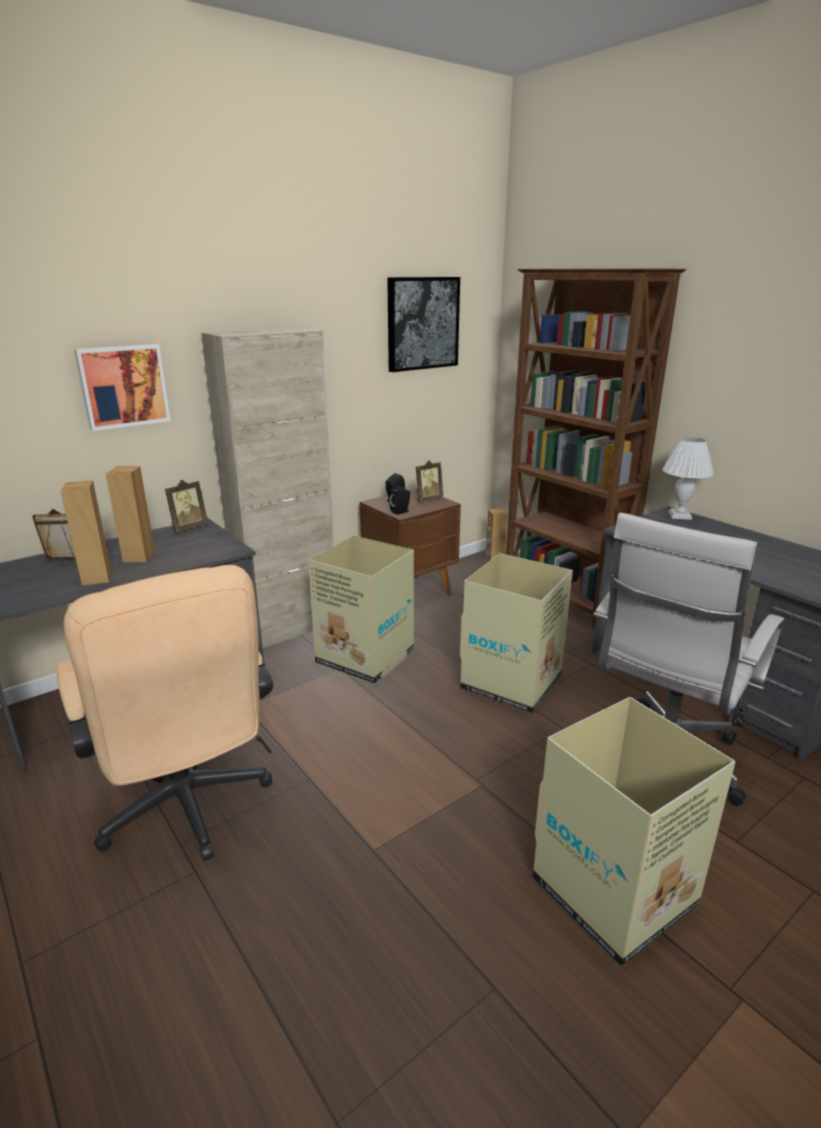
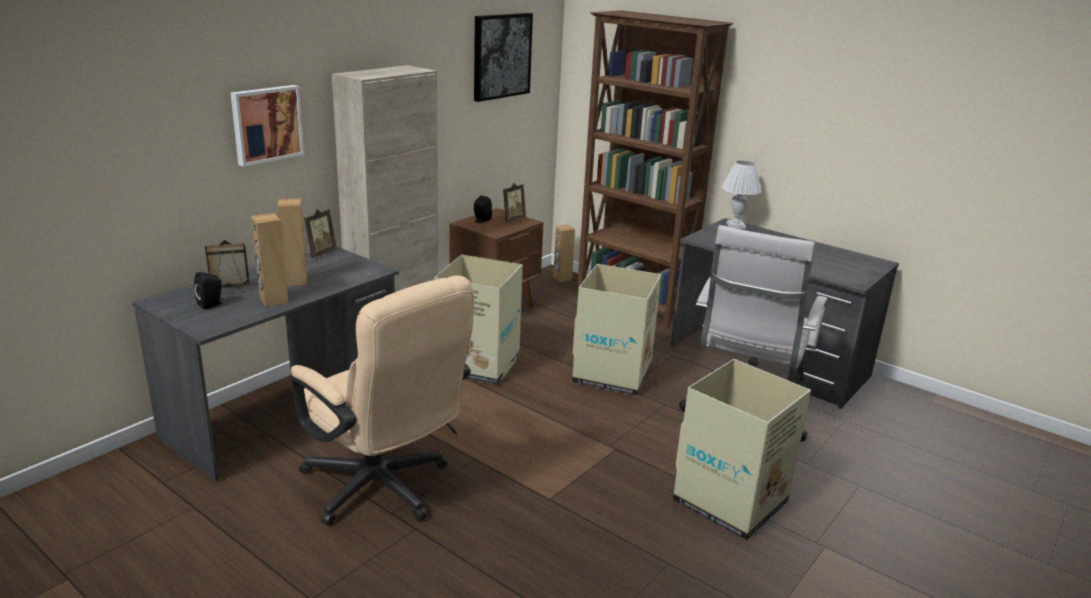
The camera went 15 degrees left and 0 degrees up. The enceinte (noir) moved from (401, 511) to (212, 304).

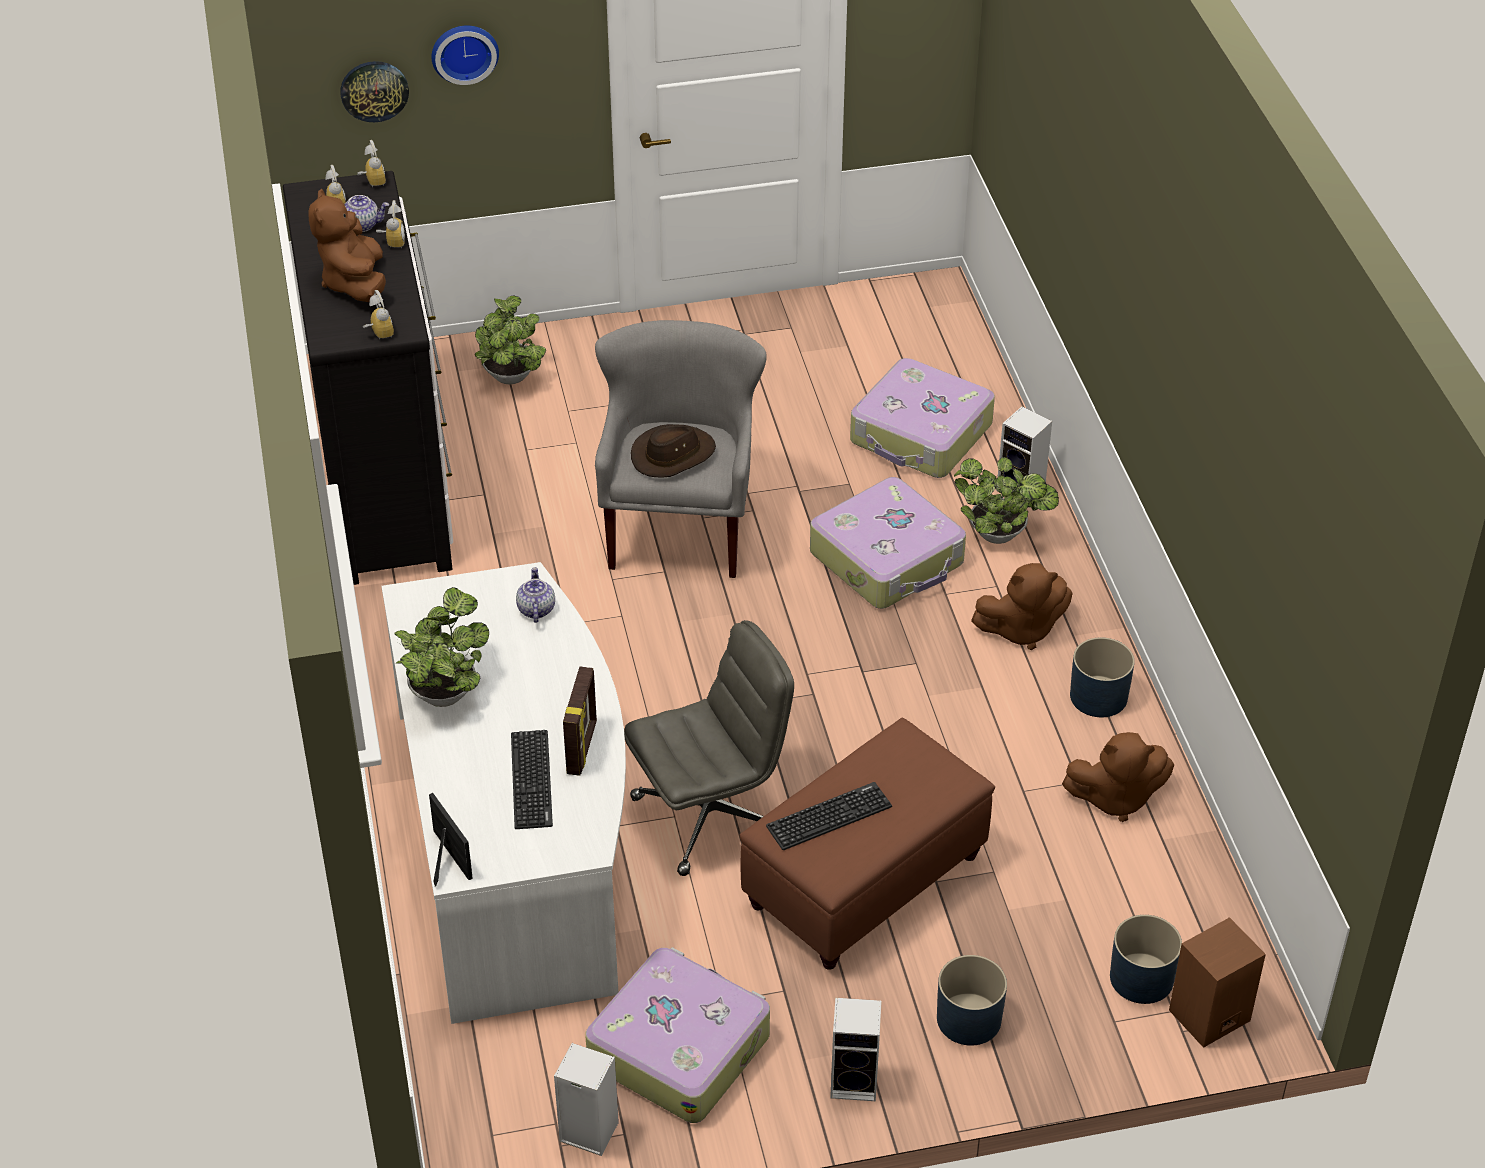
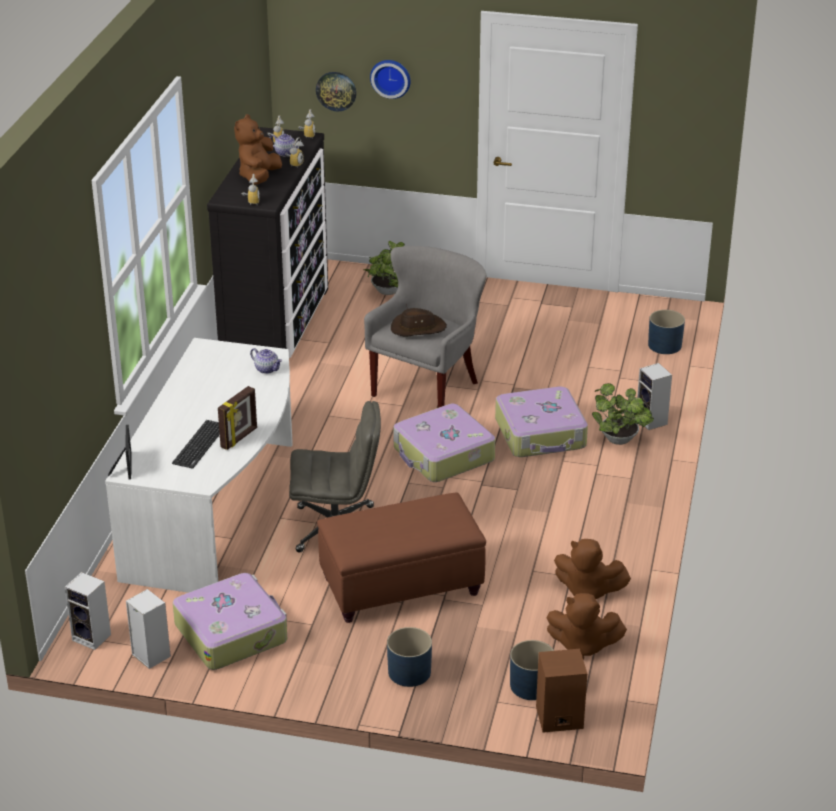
The camera went 25 degrees right and 10 degrees down. The plante en pot at (445, 690) disappeared. The clavier at (829, 817) disappeared. The enceinte moved from (856, 1081) to (93, 637). The valise moved from (921, 435) to (443, 455). The peluche (marron) moved from (1021, 629) to (582, 645). The cache-pot (bleu) moved from (1098, 697) to (664, 345). The théière at (535, 609) turned 105 degrees clockwise.

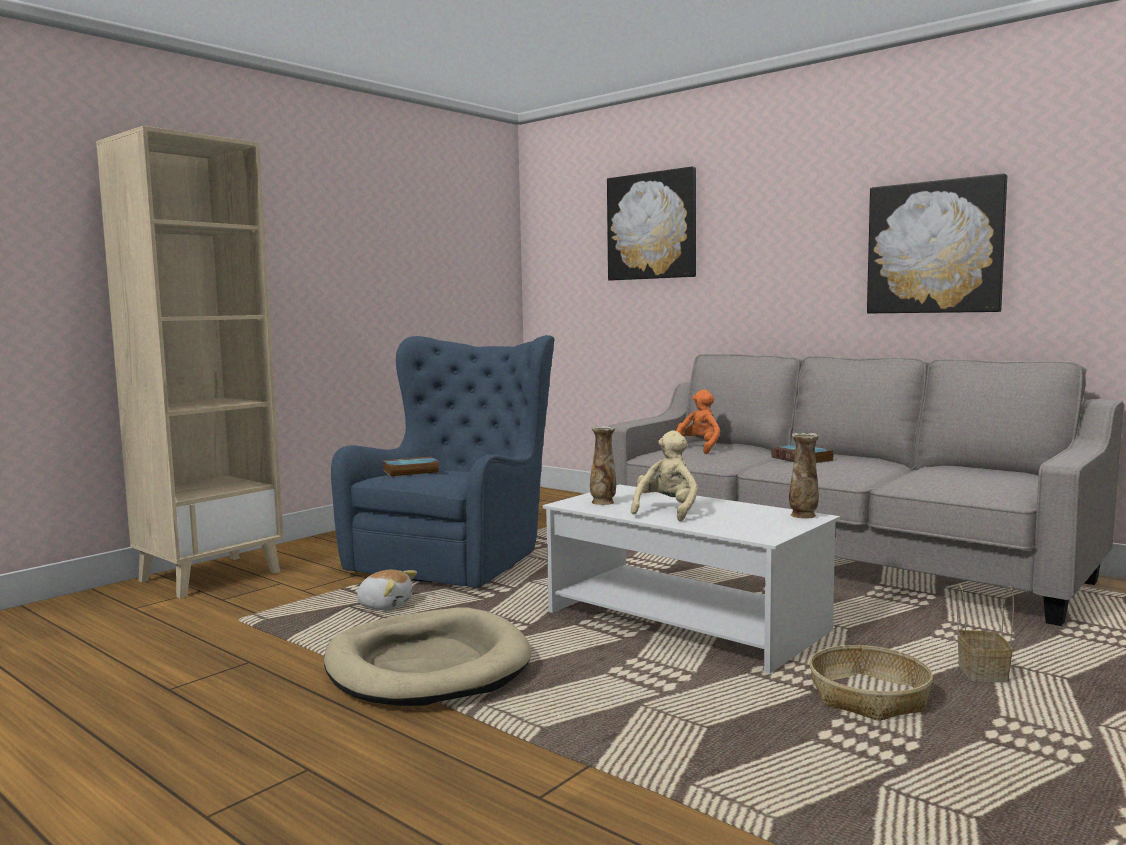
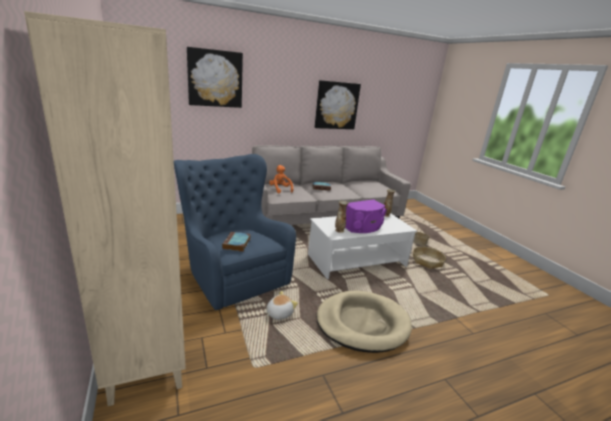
The camera went 65 degrees left and 15 degrees up. The peluche (beige) at (667, 511) was replaced by the enceinte (violet) at (363, 227).

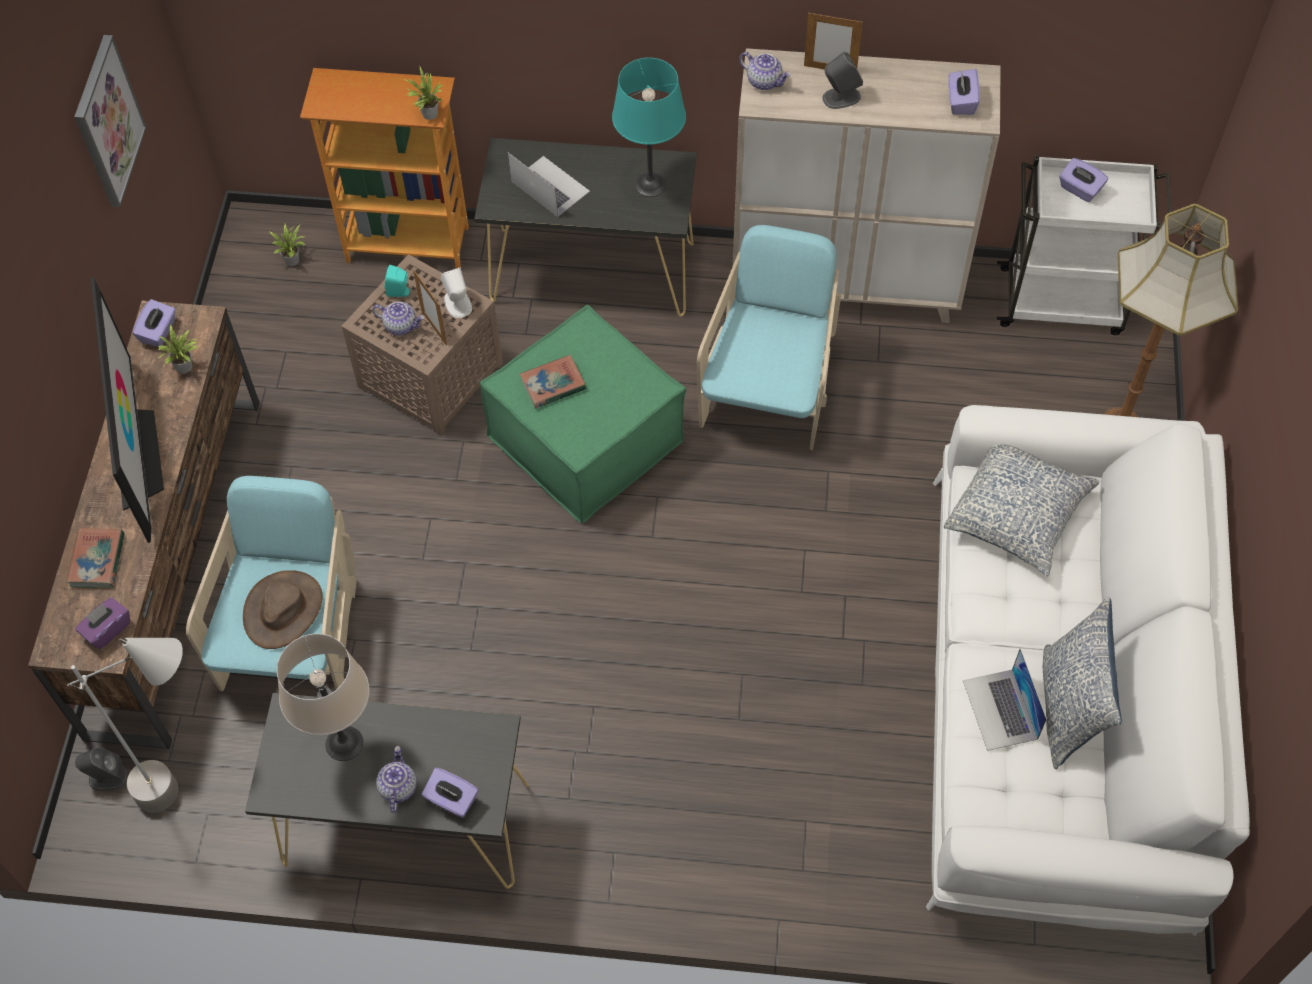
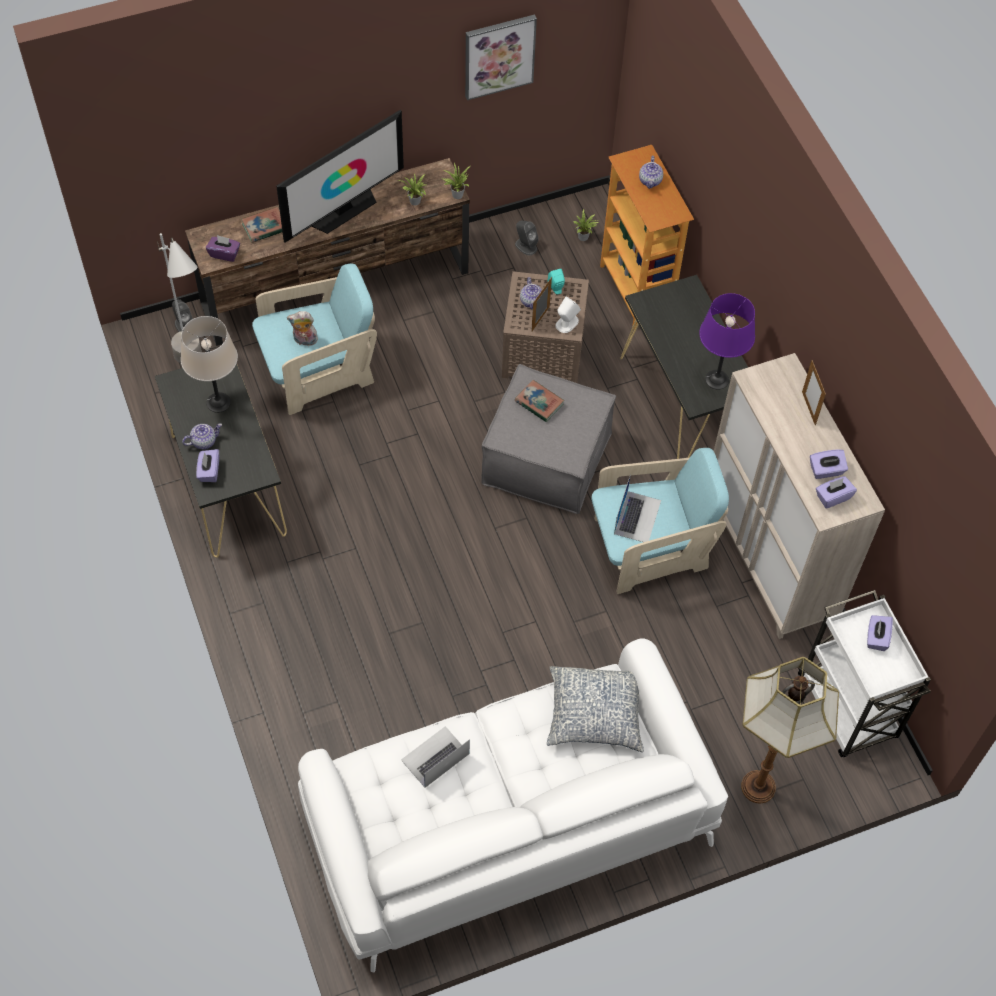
The camera went 60 degrees right and 0 degrees up. The coussin at (1069, 708) disappeared. The boîte à mouchoirs (violet) moved from (159, 332) to (826, 470). The plante en pot moved from (428, 114) to (456, 194). The ordinateur portable moved from (549, 186) to (637, 516). The théière moved from (764, 81) to (650, 181). The enceinte (gris) moved from (840, 97) to (525, 246). The chapeau (marron) at (283, 610) was replaced by the peluche at (304, 341). The pouf (vert) at (585, 439) became the pouf (gris) at (546, 458). The lampe de table (turquoise) at (650, 185) became the lampe de table (violet) at (717, 379).

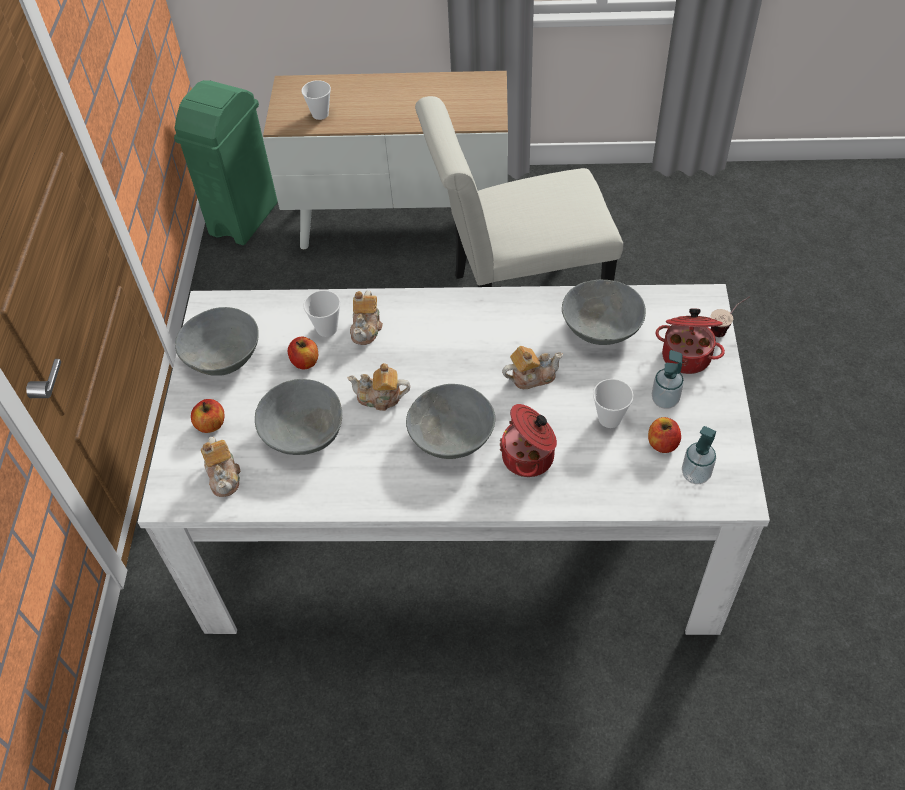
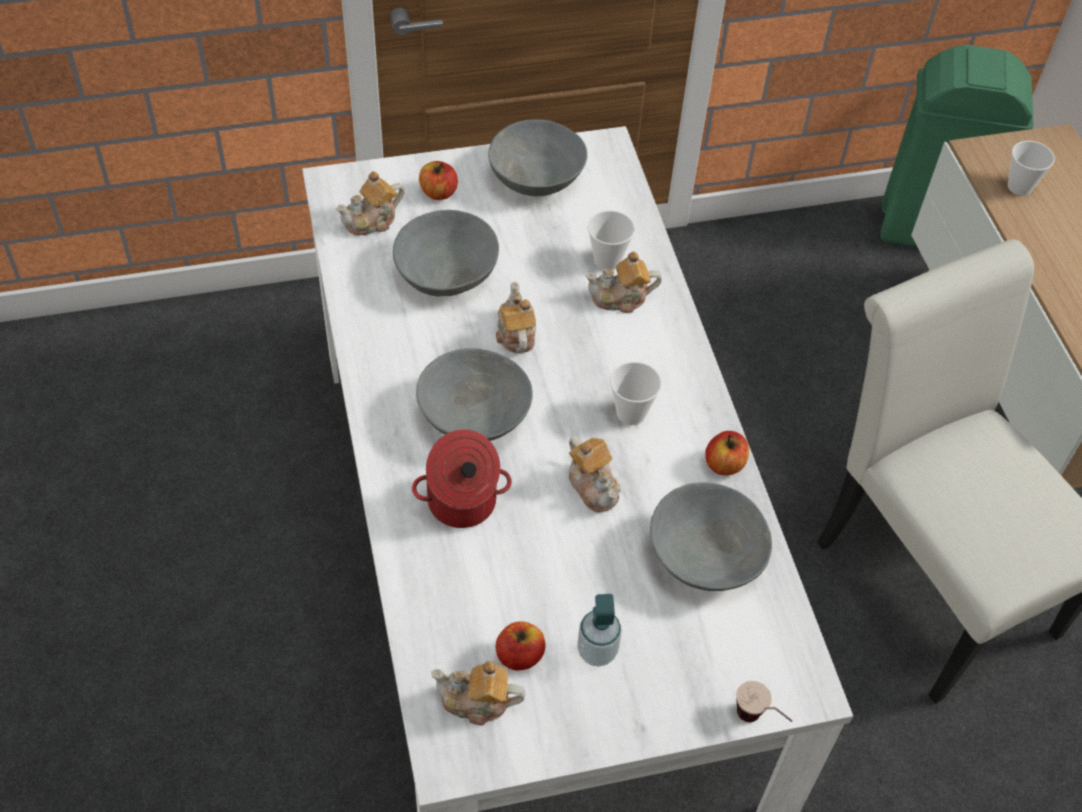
The camera went 70 degrees right and 0 degrees up. The marmite at (687, 355) disappeared. The pomme moved from (305, 361) to (724, 464). The tasse moved from (609, 418) to (631, 413). The distributeur de savon at (695, 474) was replaced by the théière at (476, 702).

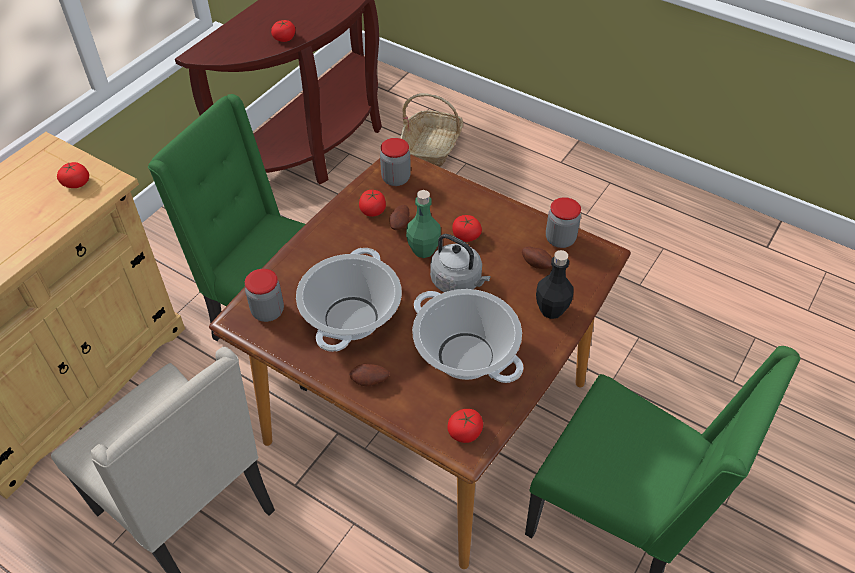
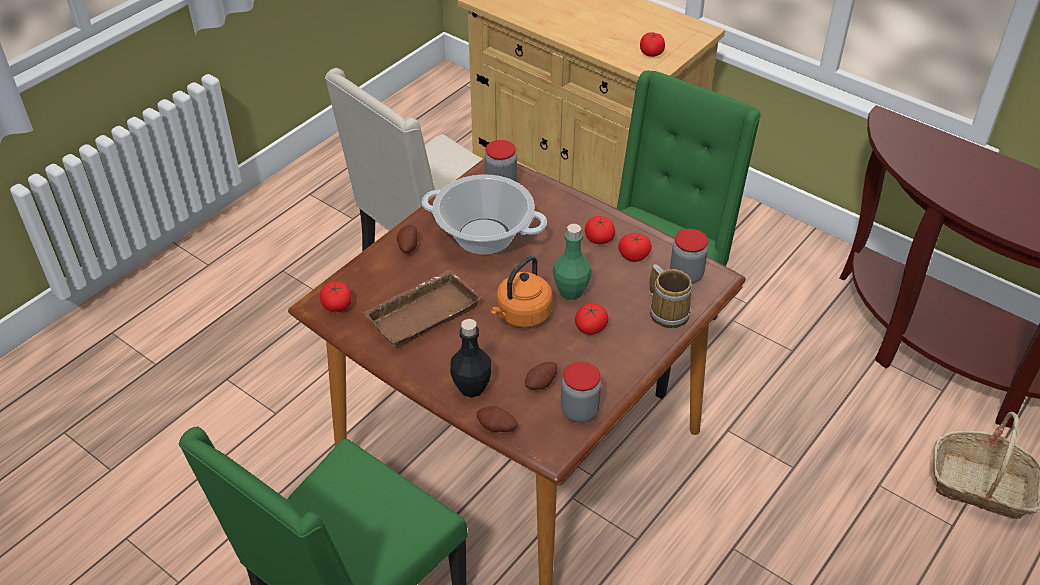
The camera went 95 degrees right and 5 degrees down. The mug at (668, 311) appeared. The tomate moved from (284, 38) to (599, 238). The pomme de terre moved from (400, 224) to (496, 428). The marmite at (465, 356) was replaced by the plateau (marron) at (423, 312). The bouilloire (gris) at (458, 282) became the bouilloire (orange) at (521, 315).

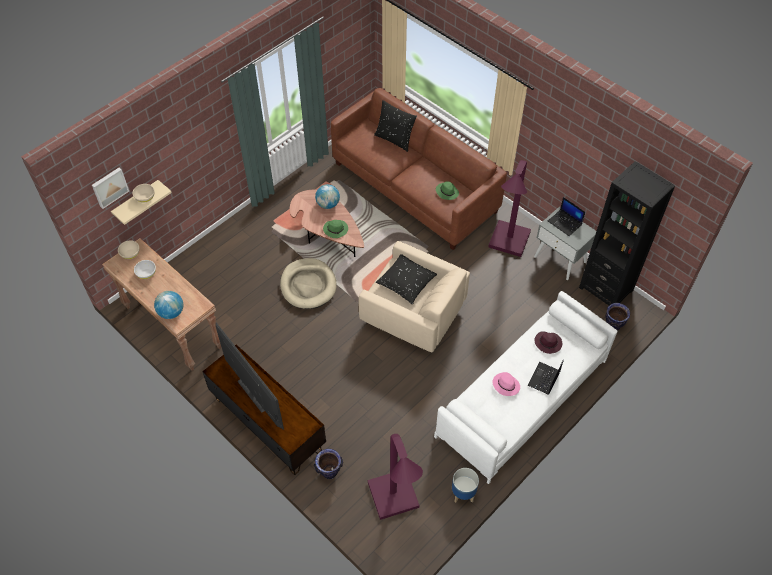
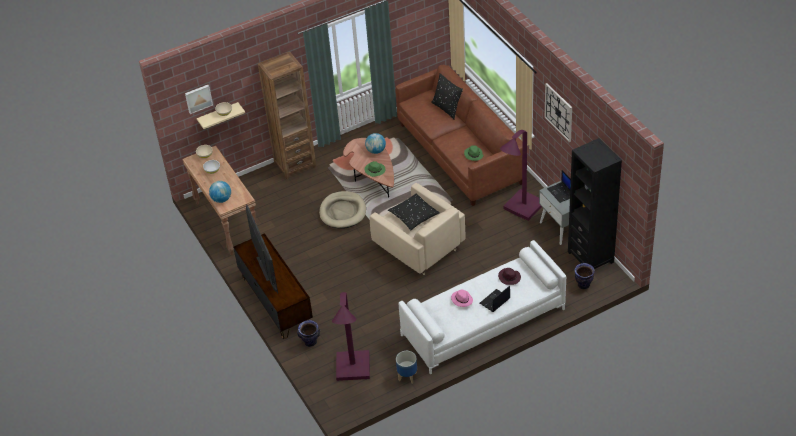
The camera went 20 degrees right and 10 degrees down. The bibliothèque (marron) at (295, 164) appeared. The horloge murale at (558, 112) appeared.

